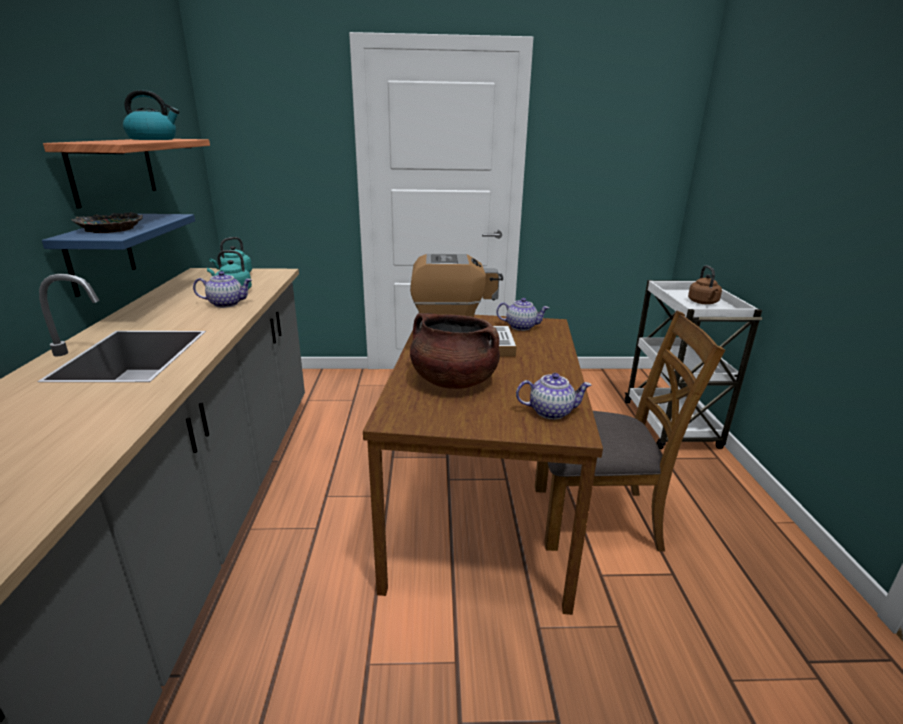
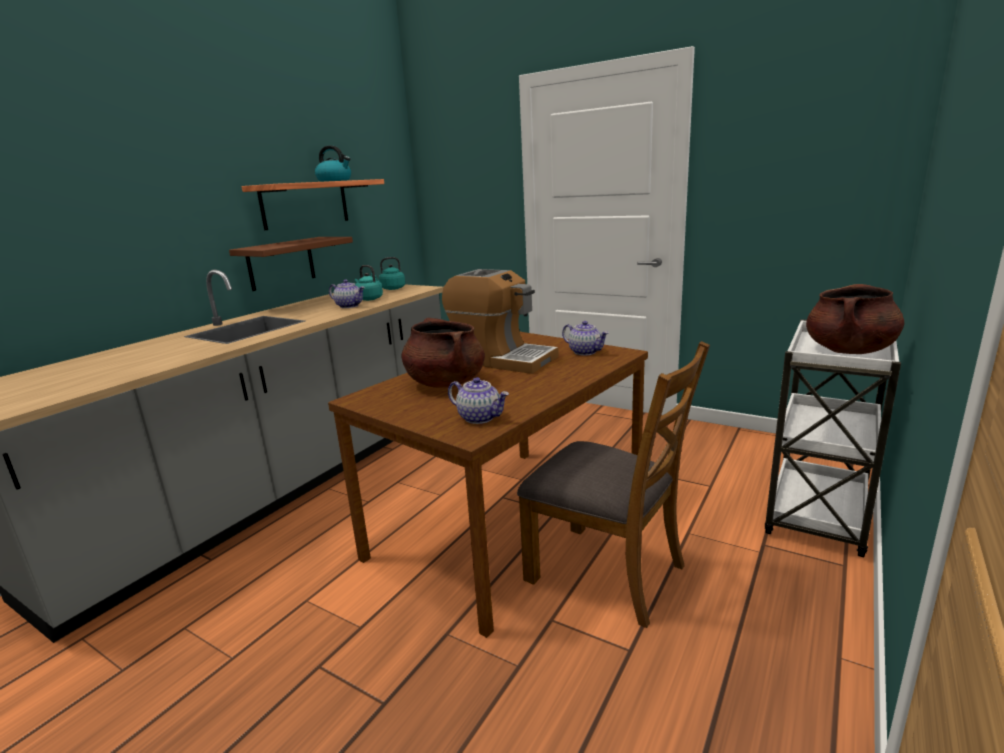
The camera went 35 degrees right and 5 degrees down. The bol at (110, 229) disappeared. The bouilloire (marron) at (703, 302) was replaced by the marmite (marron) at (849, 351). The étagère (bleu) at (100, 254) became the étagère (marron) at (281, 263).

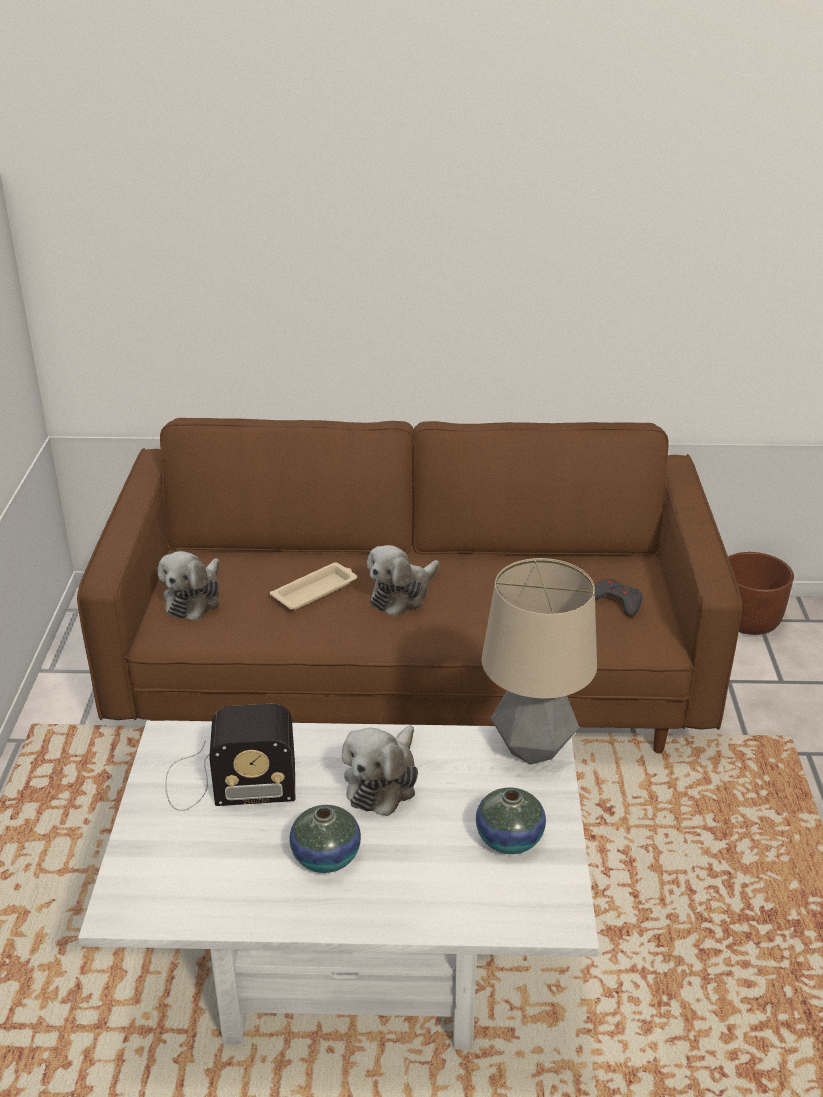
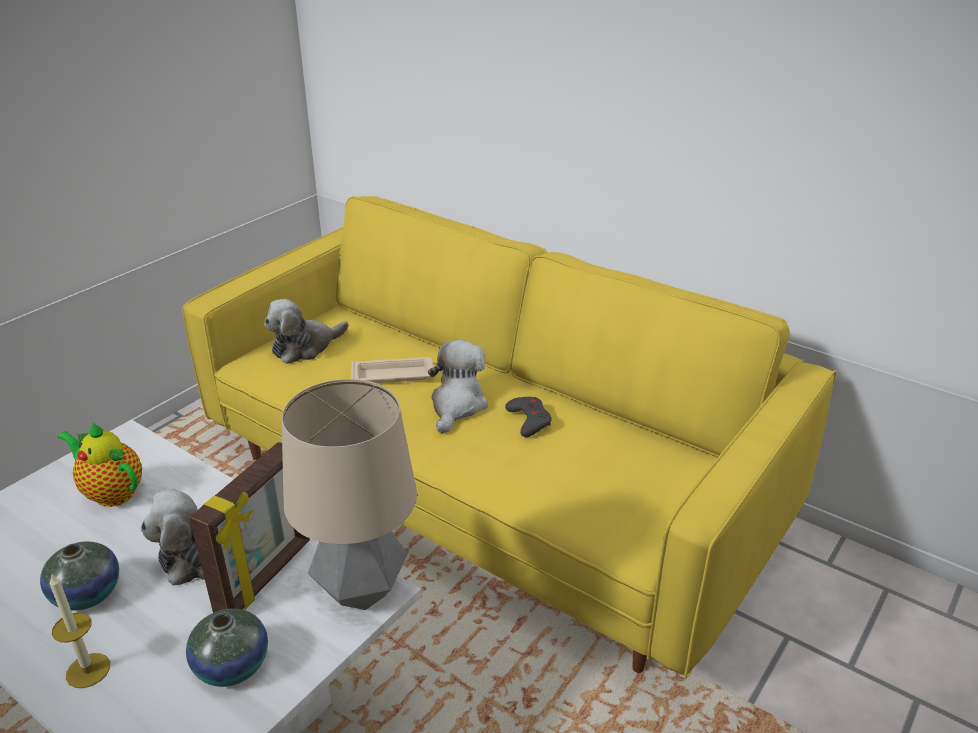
The camera went 35 degrees right and 0 degrees up. The cache-pot (marron) at (748, 621) disappeared. The bougie at (88, 670) appeared. The cadre photo at (265, 577) appeared. The manette (gris) moved from (615, 601) to (529, 420). The radio at (226, 782) was replaced by the théière at (111, 492). The canapé (marron) at (411, 674) became the canapé (jaune) at (488, 489). The peluche at (402, 595) turned 120 degrees clockwise.

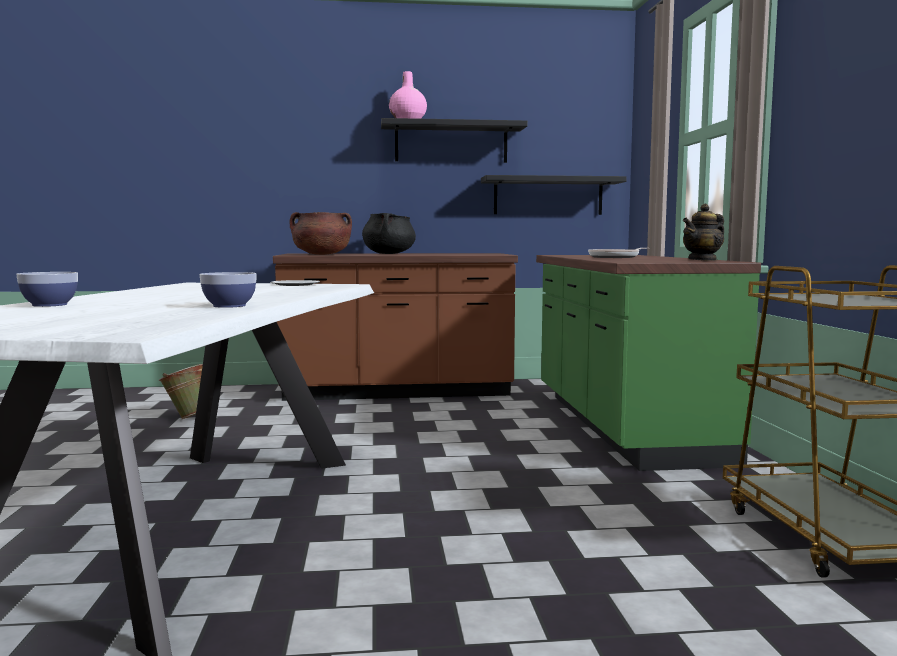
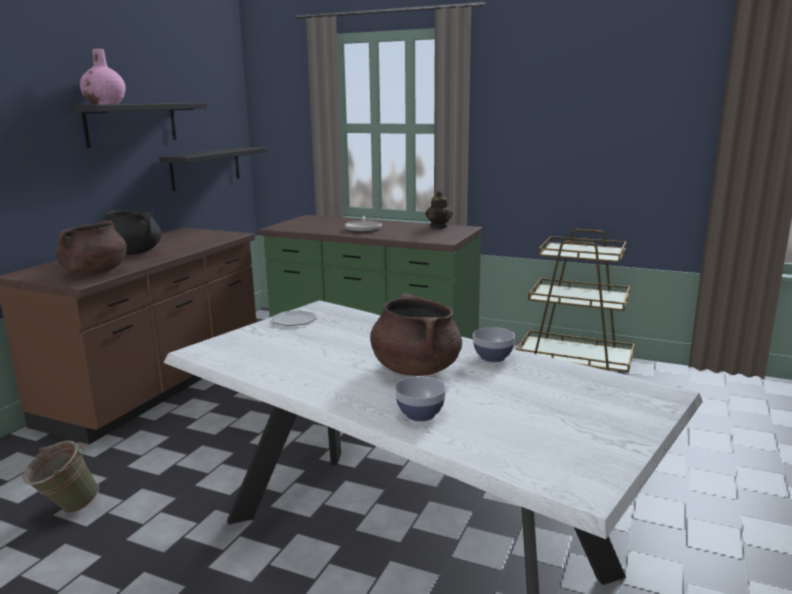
The camera went 60 degrees left and 10 degrees up. The marmite (marron) at (415, 369) appeared.

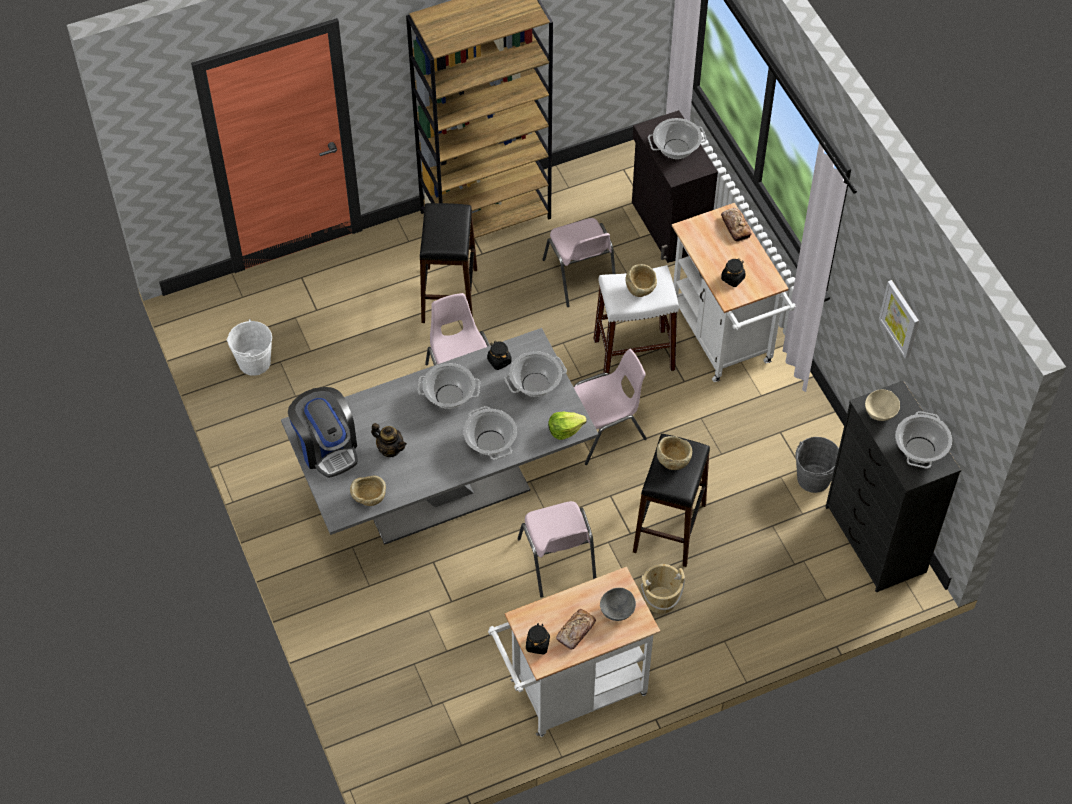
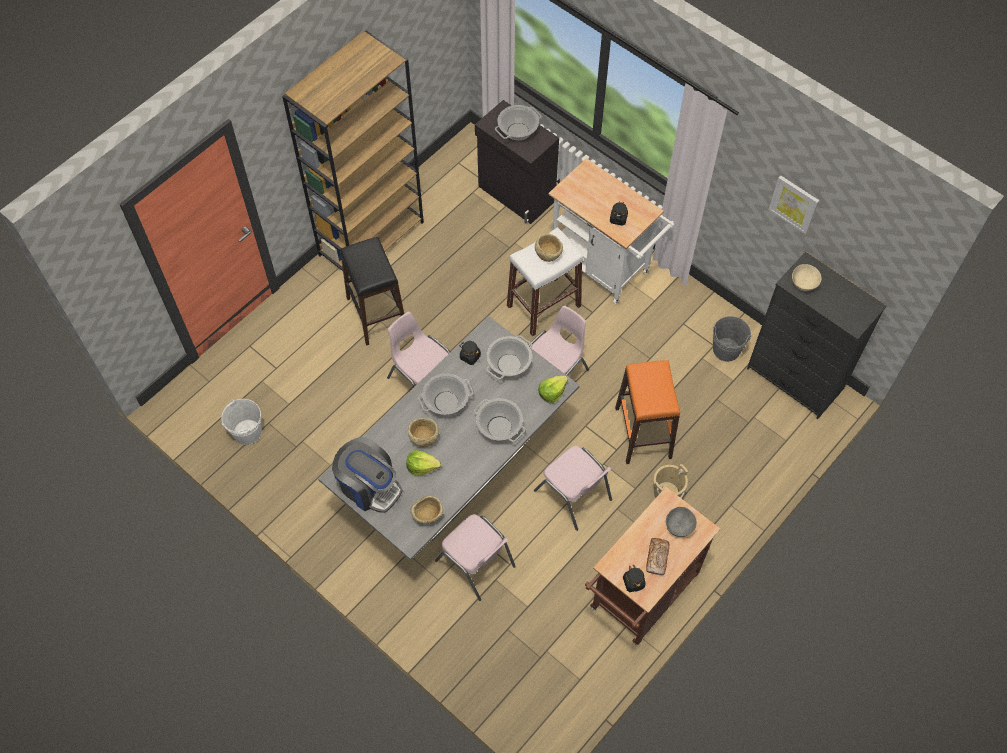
The camera went 25 degrees left and 5 degrees up. The pain at (735, 227) disappeared. The marmite at (920, 449) disappeared. The chaise (rose) moved from (580, 277) to (476, 564). The bol (beige) moved from (673, 460) to (424, 438). The théière at (390, 449) was replaced by the laitue at (422, 466). The chariot (blanc) at (571, 692) became the chariot (marron) at (640, 597). The tabouret (noir) at (669, 528) became the tabouret (orange) at (643, 433).

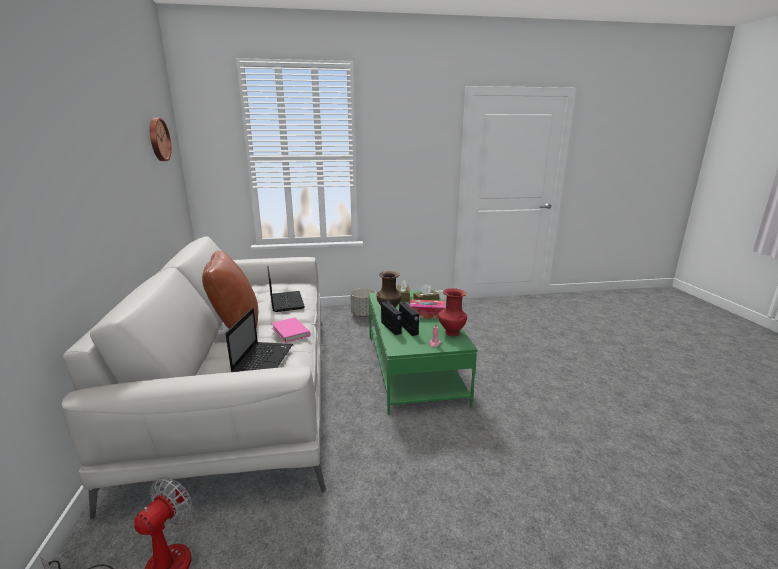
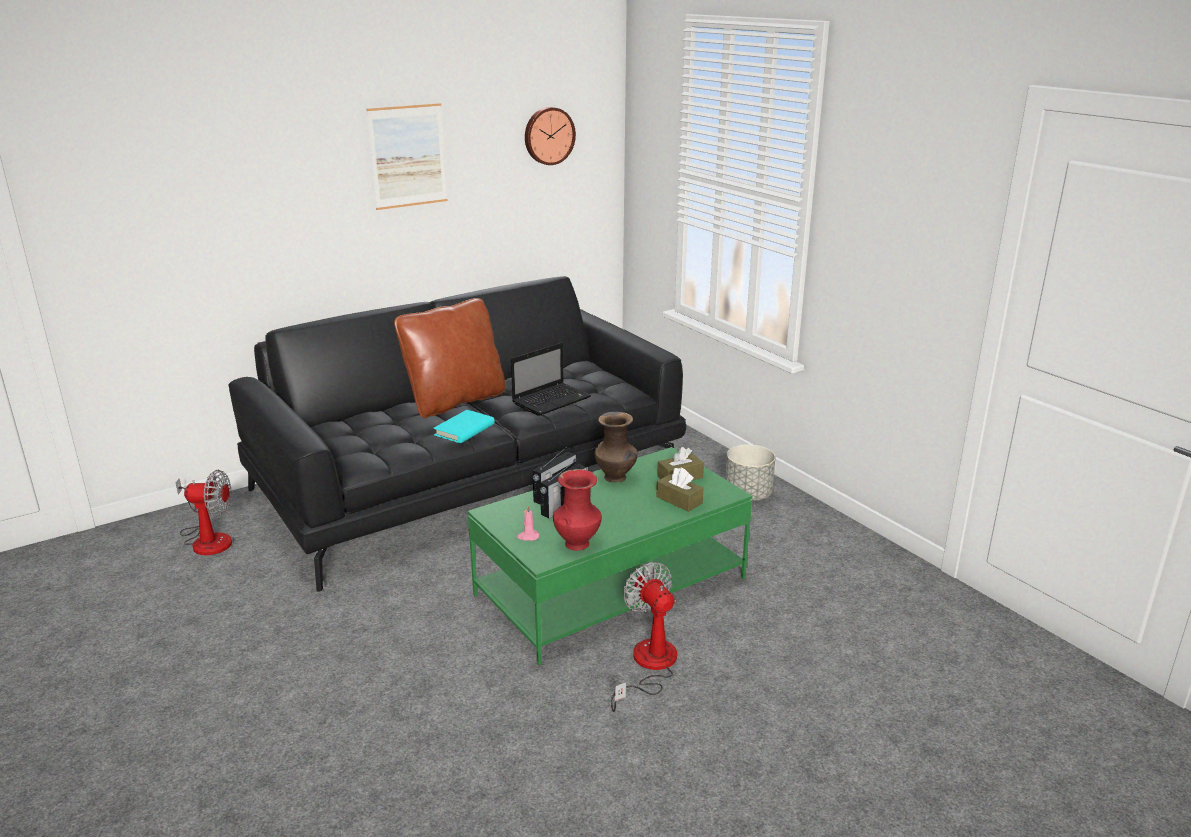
The camera went 65 degrees right and 5 degrees up. The ordinateur portable at (263, 359) disappeared. The boîte à mouchoirs at (426, 314) disappeared. The tableau at (408, 156) appeared. The ventilateur at (648, 666) appeared. The canapé (blanc) at (246, 386) became the canapé (noir) at (471, 480). The livre (rose) at (290, 332) became the livre (turquoise) at (464, 430).

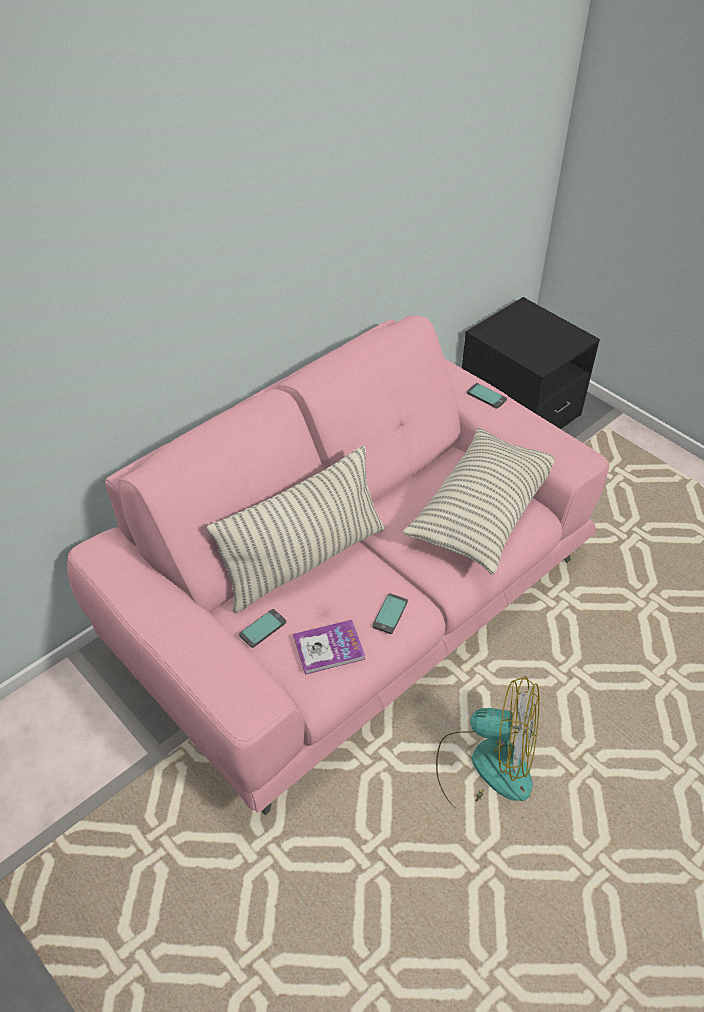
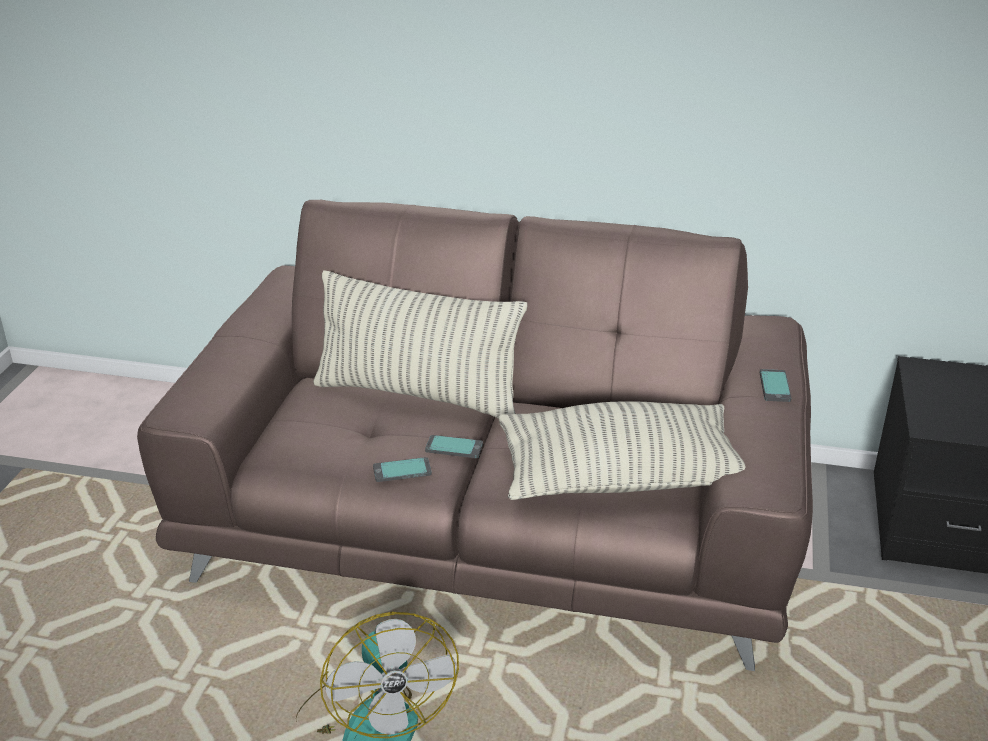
The camera went 55 degrees right and 15 degrees down. The livre at (329, 648) disappeared. The téléphone moved from (262, 628) to (454, 447). The canapé (rose) at (352, 601) became the canapé (marron) at (495, 523).

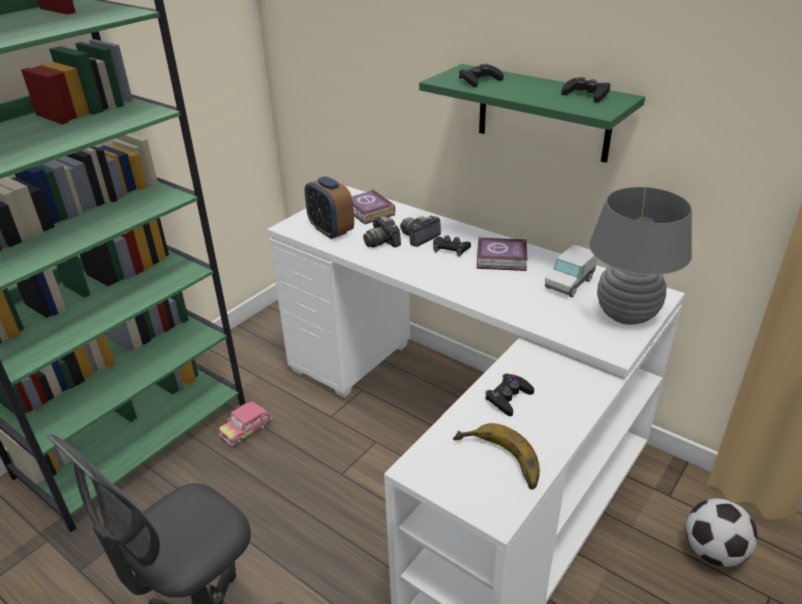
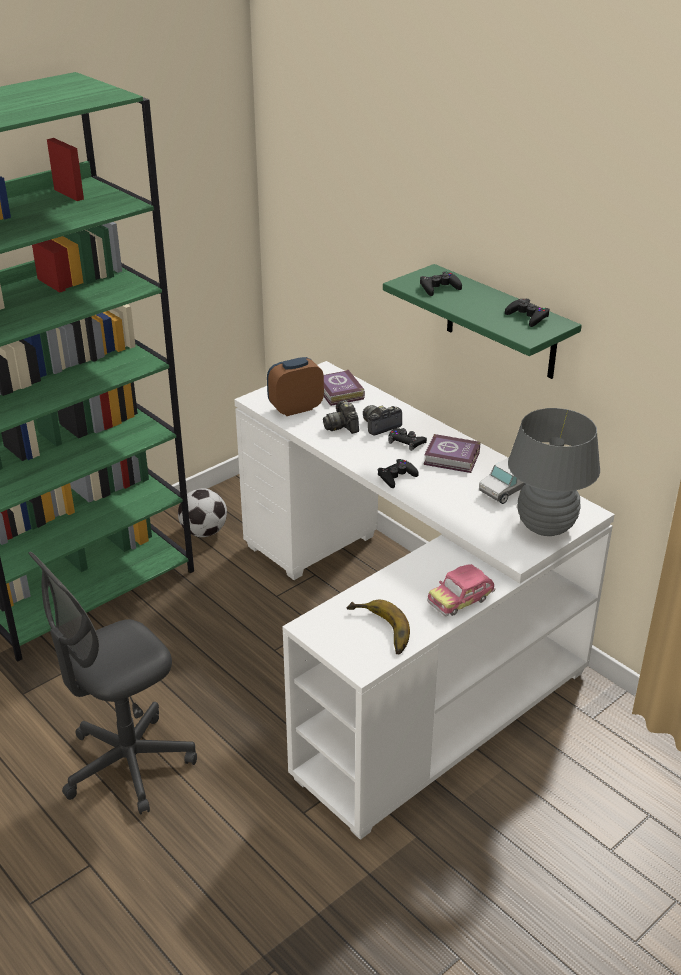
The camera went 10 degrees right and 0 degrees up. The petite voiture moved from (246, 430) to (461, 600). The manette (noir) moved from (508, 398) to (396, 477). The ballon de foot moved from (712, 552) to (204, 532). The réveil at (331, 231) turned 90 degrees clockwise.

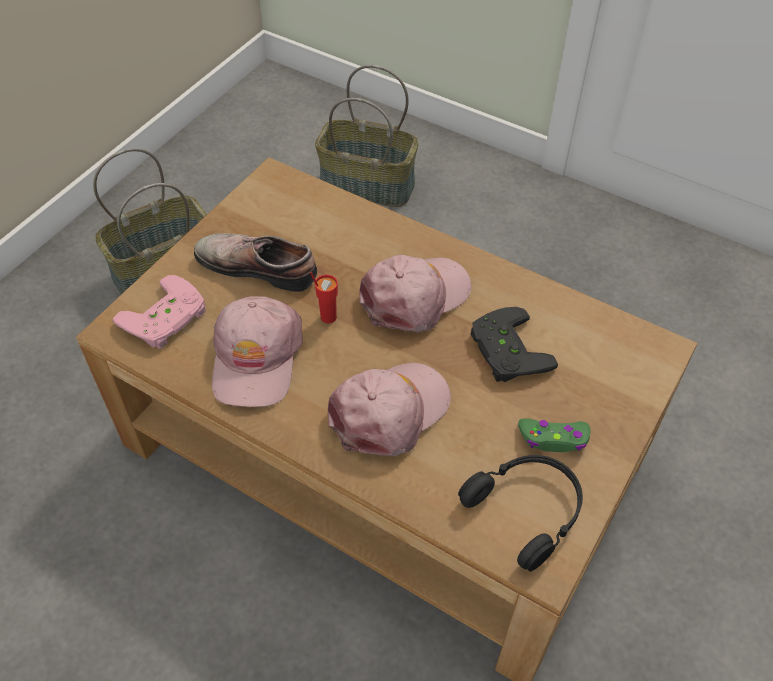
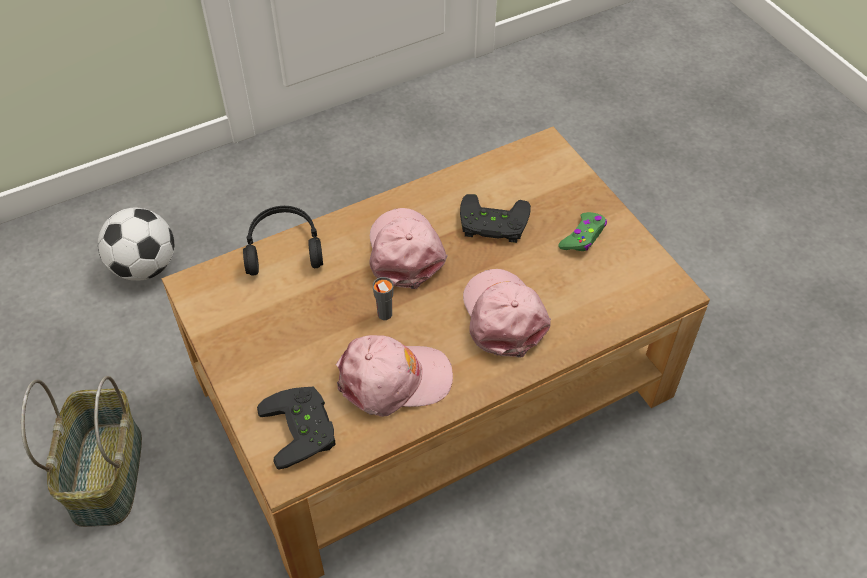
The camera went 60 degrees left and 0 degrees up. The chaussure at (259, 265) disappeared. The casque audio (noir) moved from (527, 510) to (284, 247). The panier at (366, 186) was replaced by the ballon de foot at (144, 267). The manette (rose) at (166, 319) became the manette (noir) at (304, 428). The tasse (rouge) at (328, 317) became the tasse (gris) at (384, 314). The casquette (rose) at (256, 358) turned 45 degrees counterclockwise.

